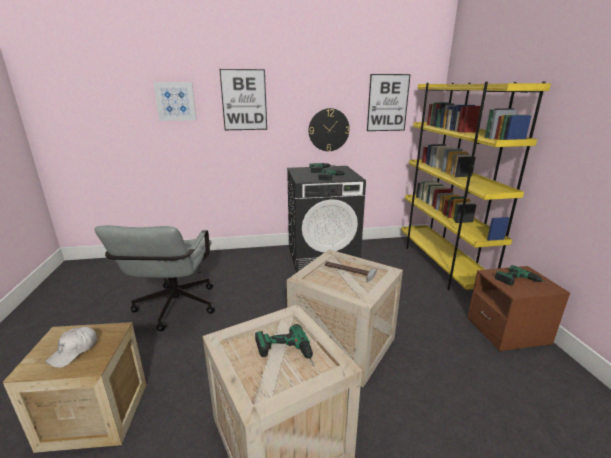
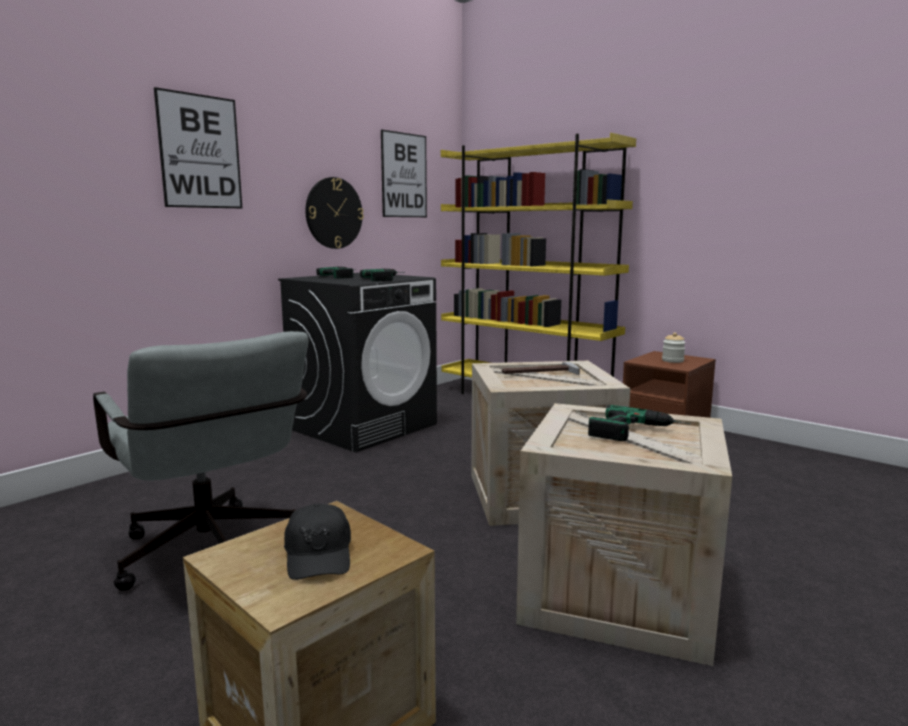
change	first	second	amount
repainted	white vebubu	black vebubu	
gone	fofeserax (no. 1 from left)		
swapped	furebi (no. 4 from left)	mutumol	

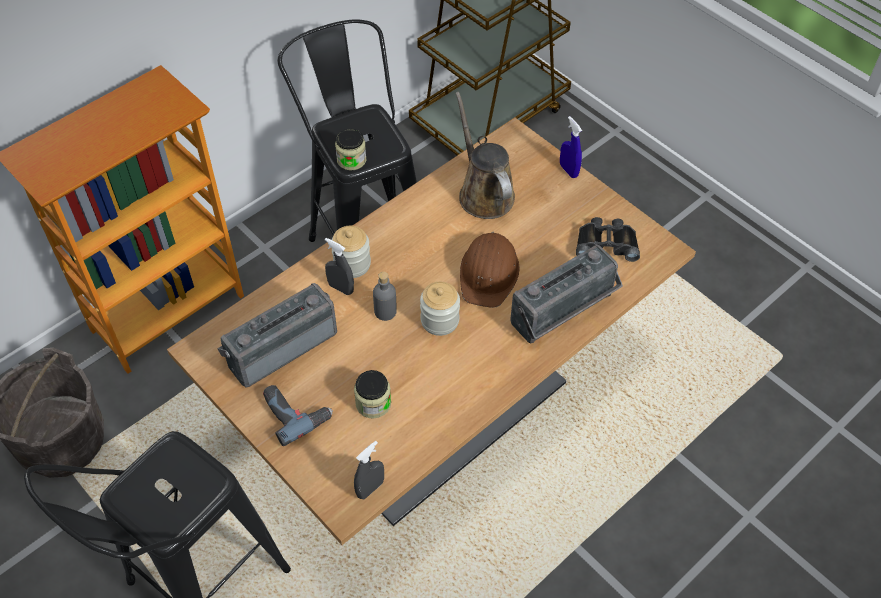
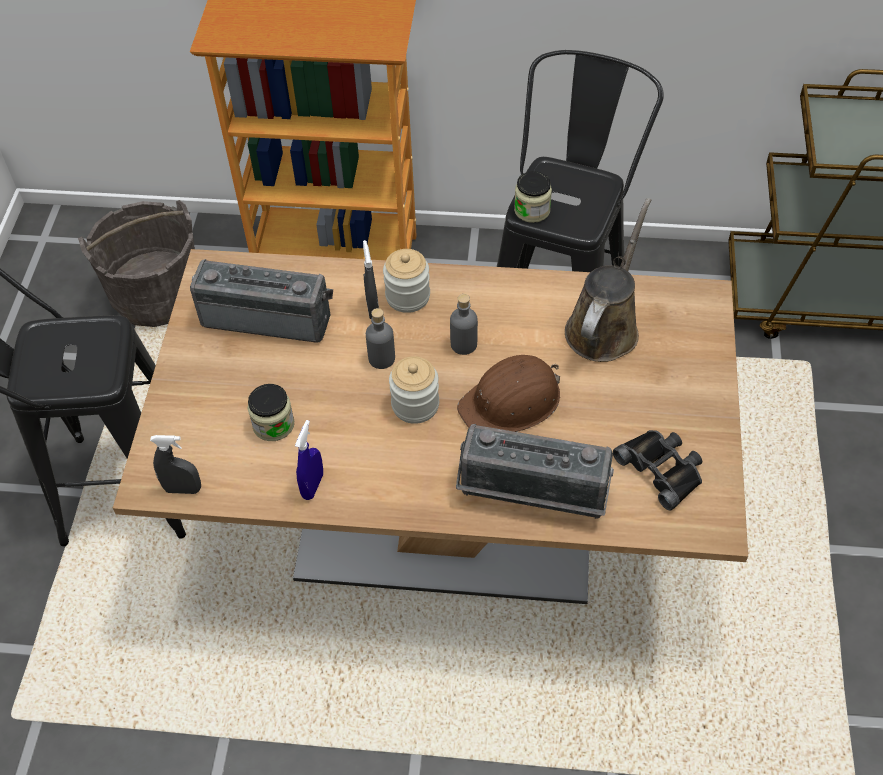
change	first	second	amount
gone	furebi		
shifted	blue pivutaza		
new		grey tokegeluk (no. 2 from left)	

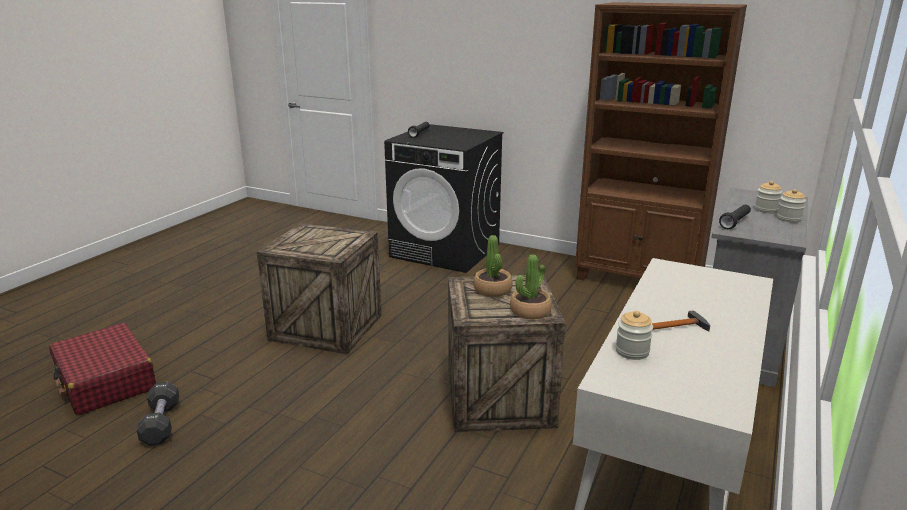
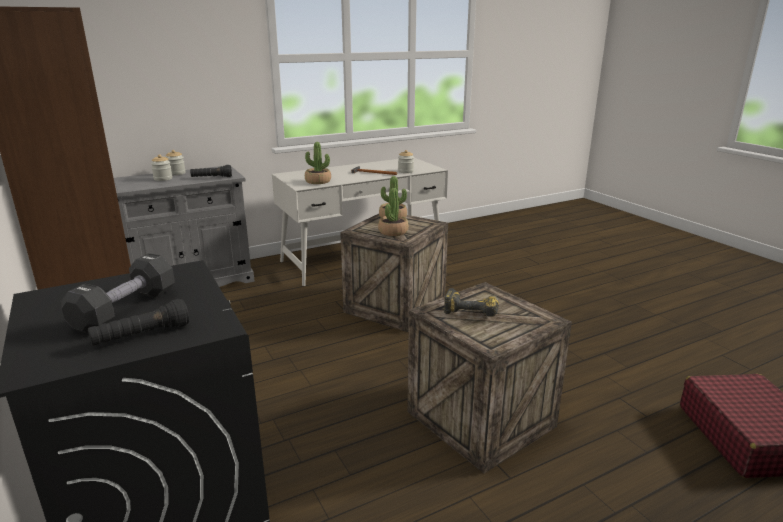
change	first	second	amount
shifted	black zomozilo		
new		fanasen (no. 1 from left)	
new		furebi	

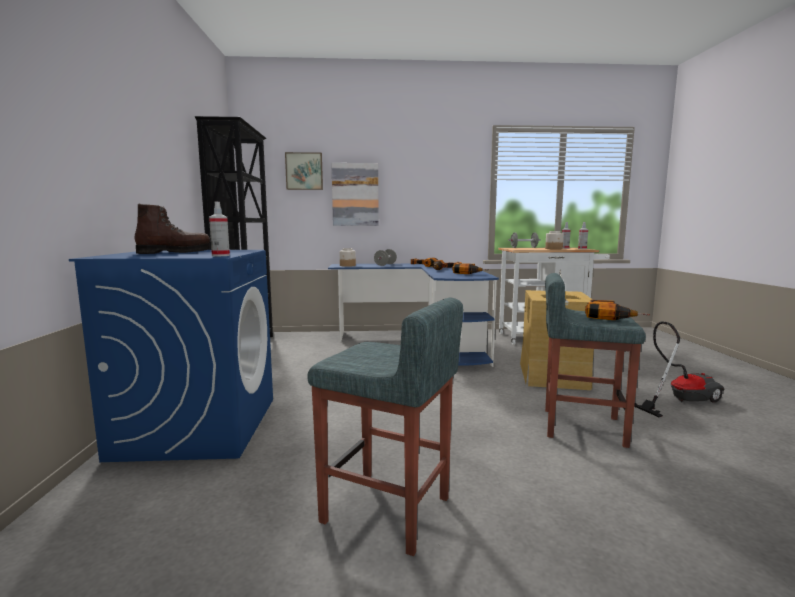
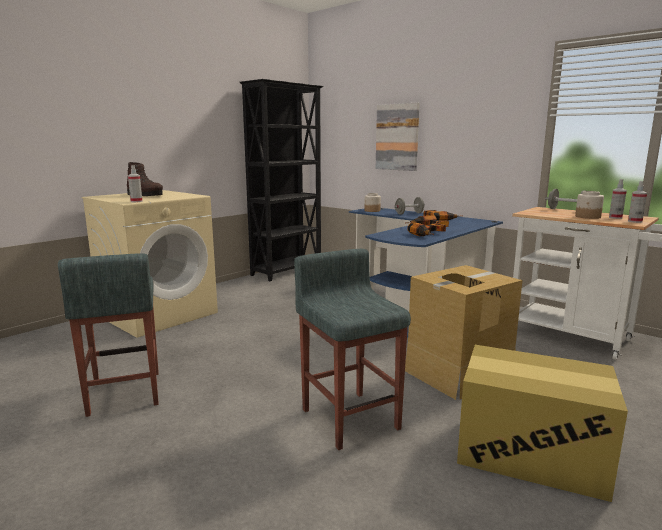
change	first	second	amount
repainted	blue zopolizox	beige zopolizox	
gone	fofeserax (no. 1 from left)		
gone	furebi (no. 4 from left)		
swapped	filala	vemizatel (no. 2 from left)	

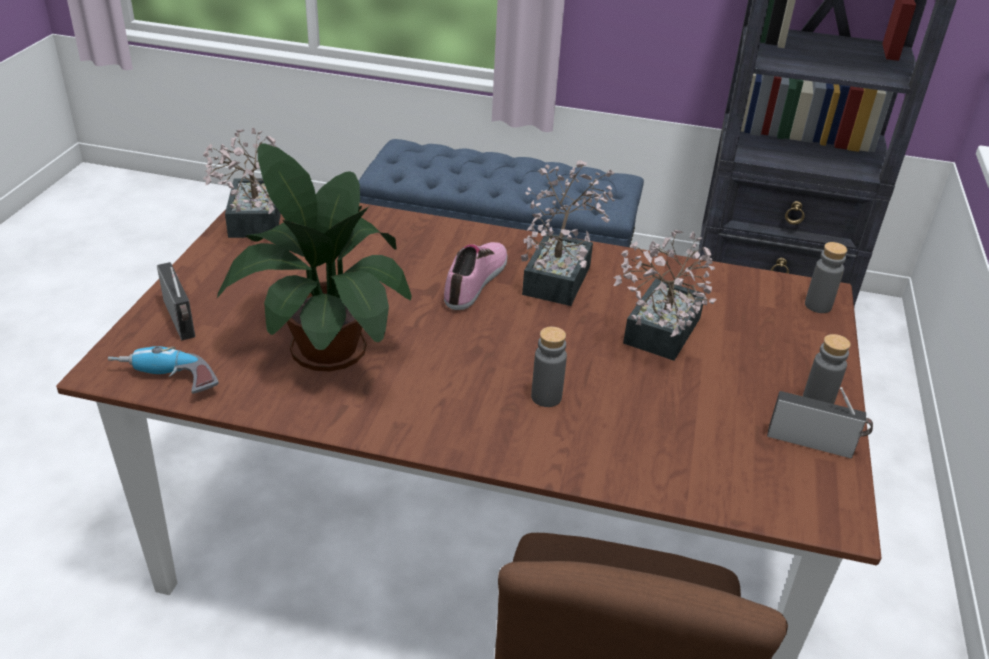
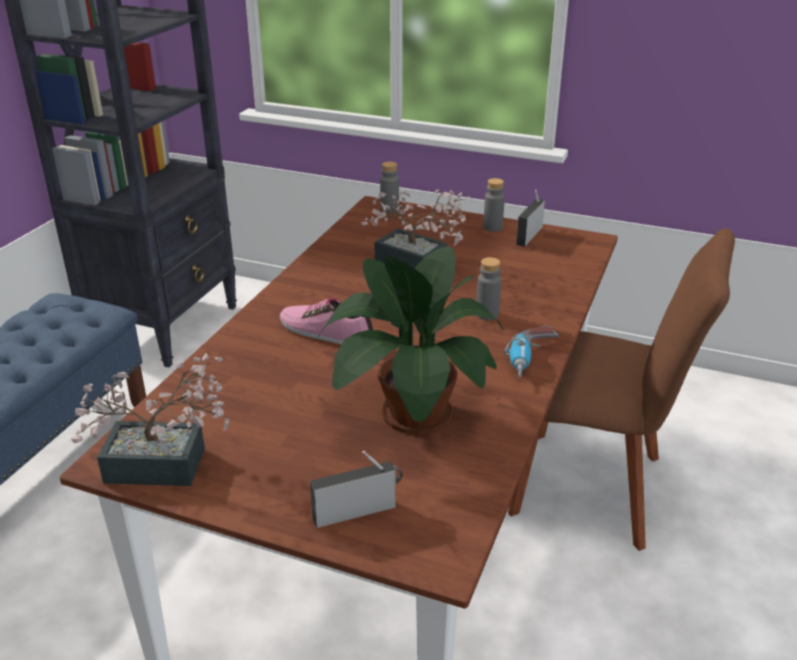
change	first	second	amount
shifted	furebi		
gone	fanasen (no. 3 from left)		

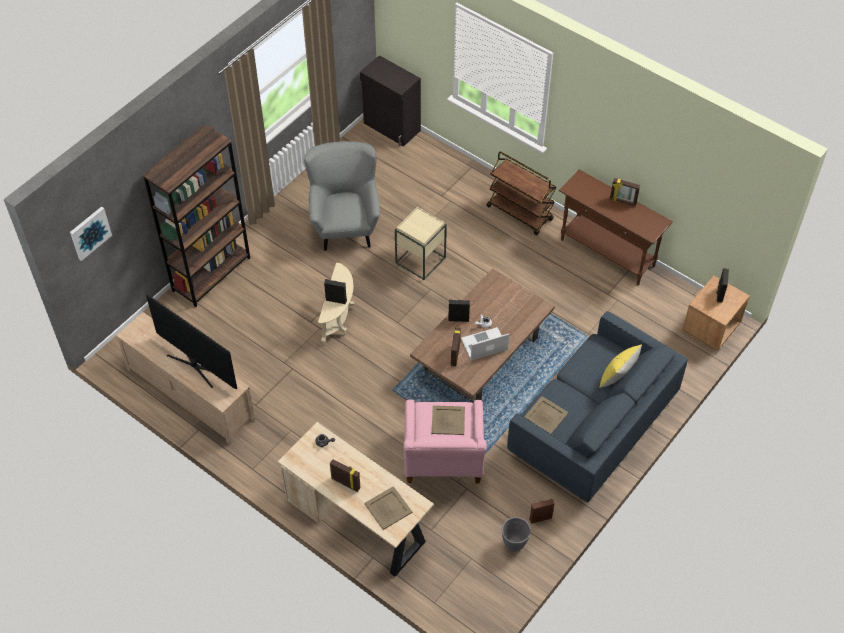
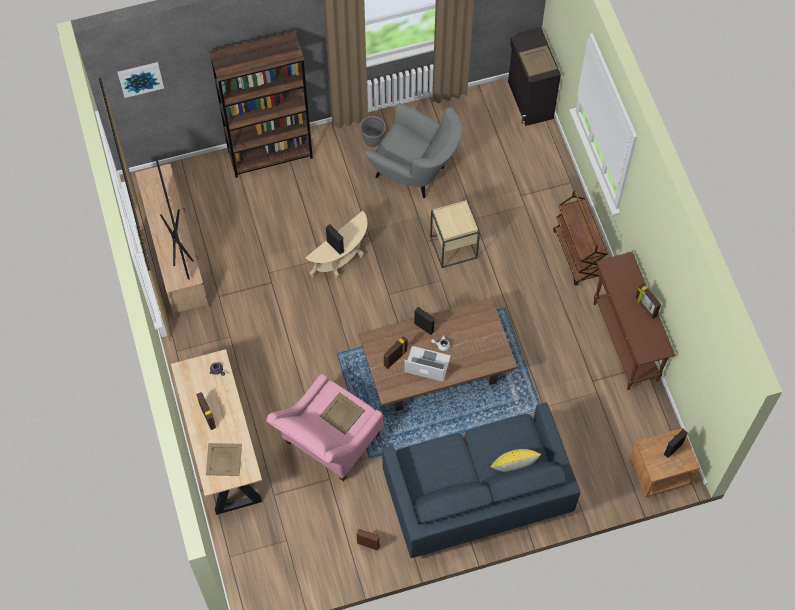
change	first	second	amount
rotated	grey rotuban		90 degrees clockwise
shifted	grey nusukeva		
shifted	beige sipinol (no. 3 from left)		

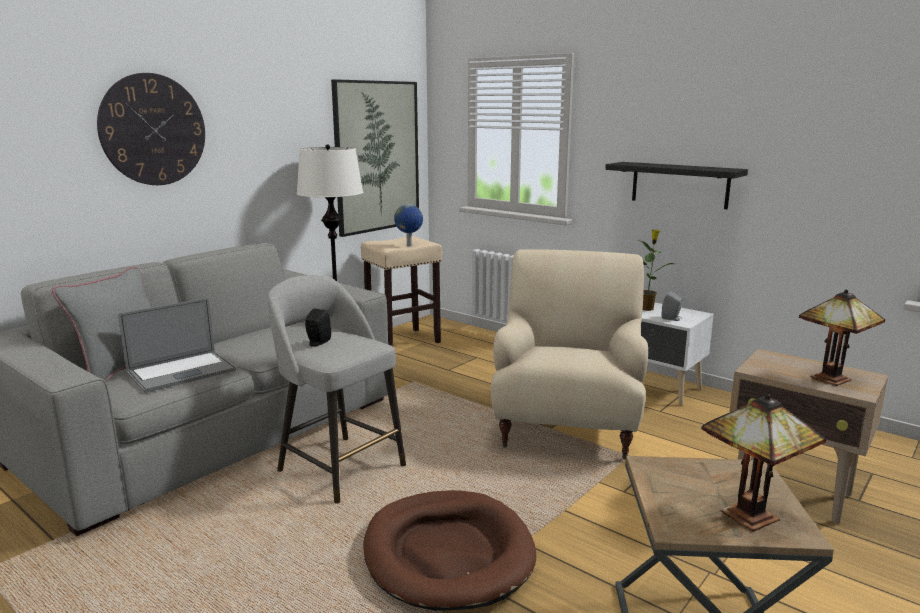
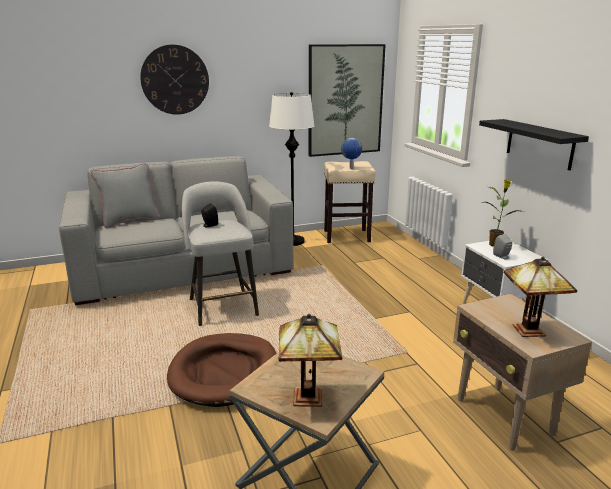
change	first	second	amount
gone	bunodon		
gone	beige rotuban		

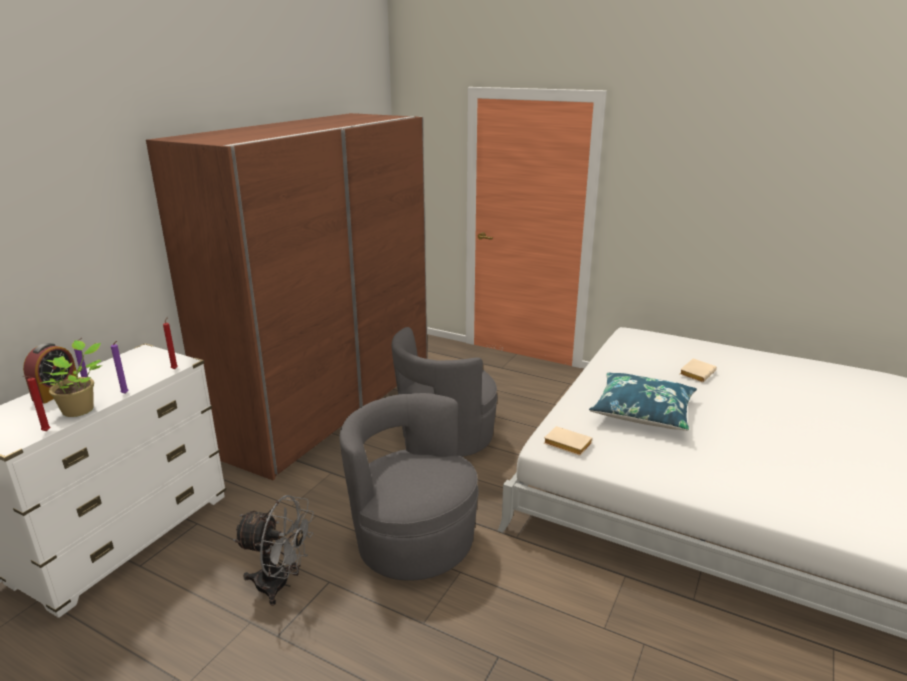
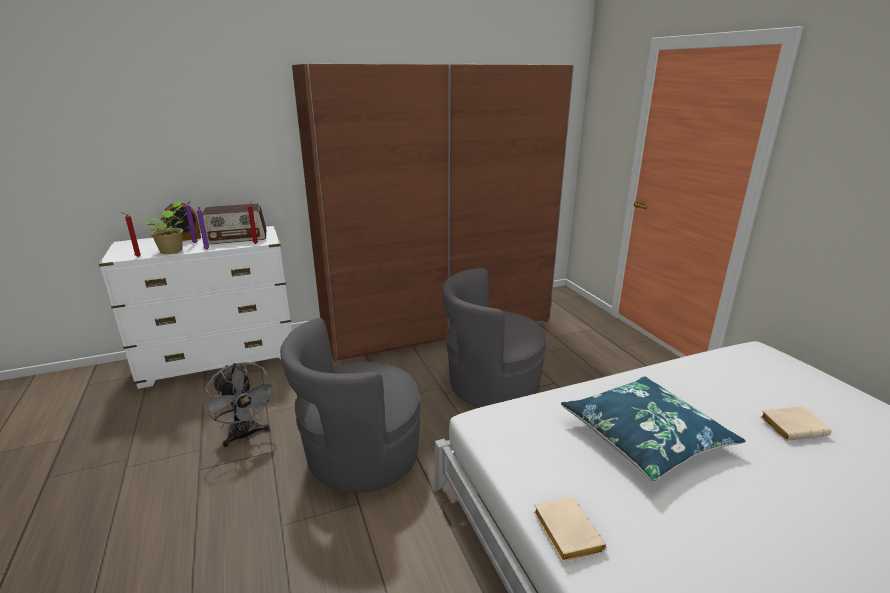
change	first	second	amount
rotated	grey rotuban (no. 1 from left)		120 degrees counterclockwise
shifted	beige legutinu (no. 1 from left)		
new		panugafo	

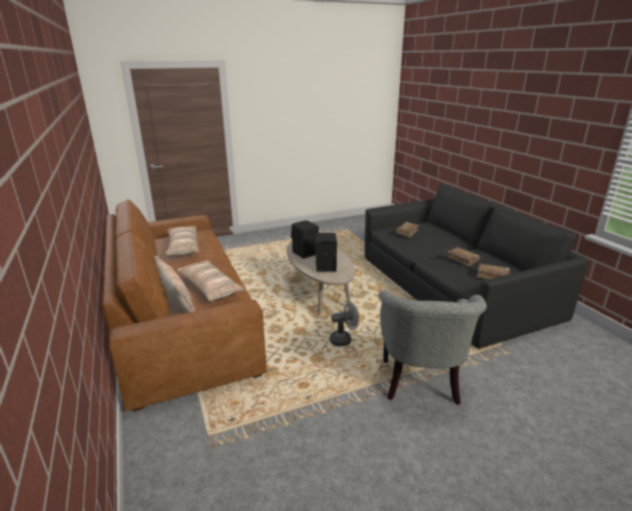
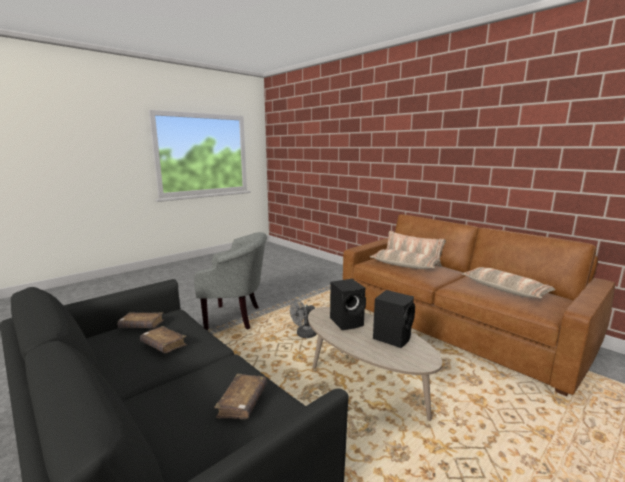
change	first	second	amount
rotated	grey rotuban		105 degrees clockwise

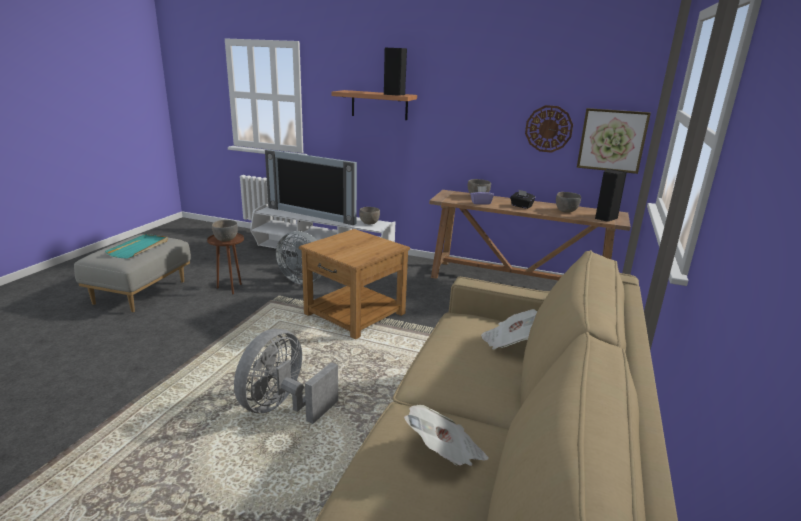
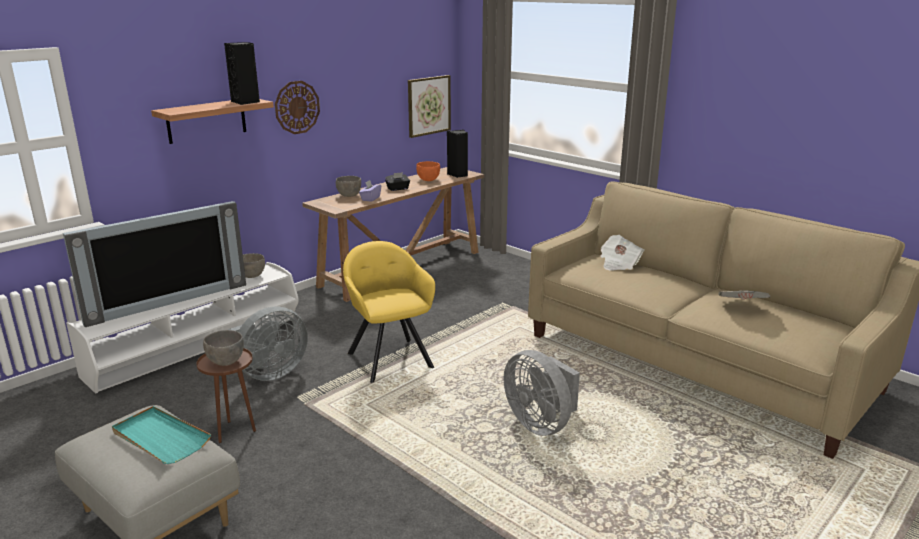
change	first	second	amount
swapped	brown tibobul (no. 2 from left)	yellow rotuban	
shifted	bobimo		
repainted	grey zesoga (no. 4 from left)	orange zesoga	

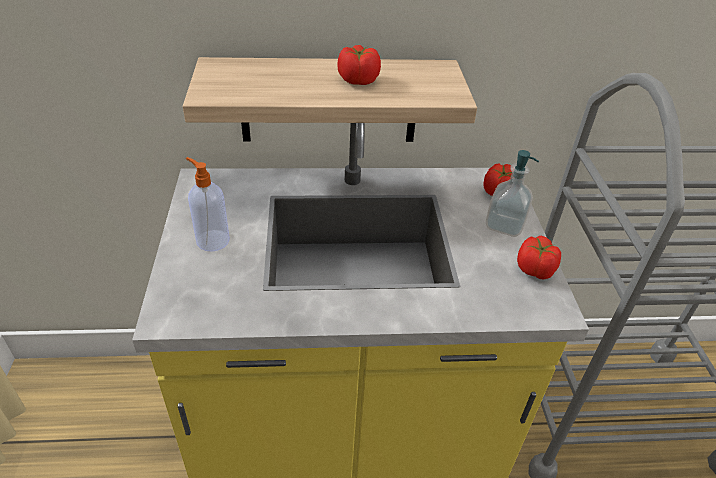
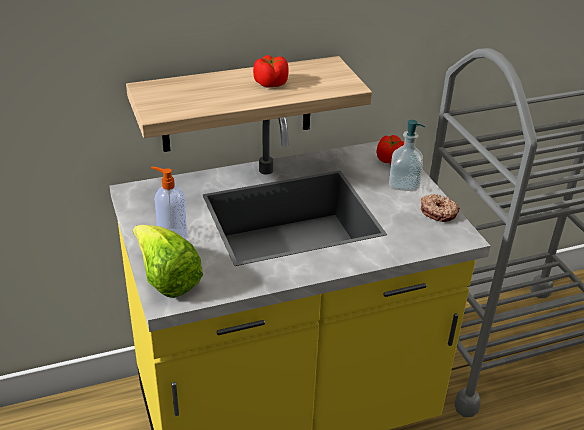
change	first	second	amount
swapped	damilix (no. 3 from left)	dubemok	
new		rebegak	

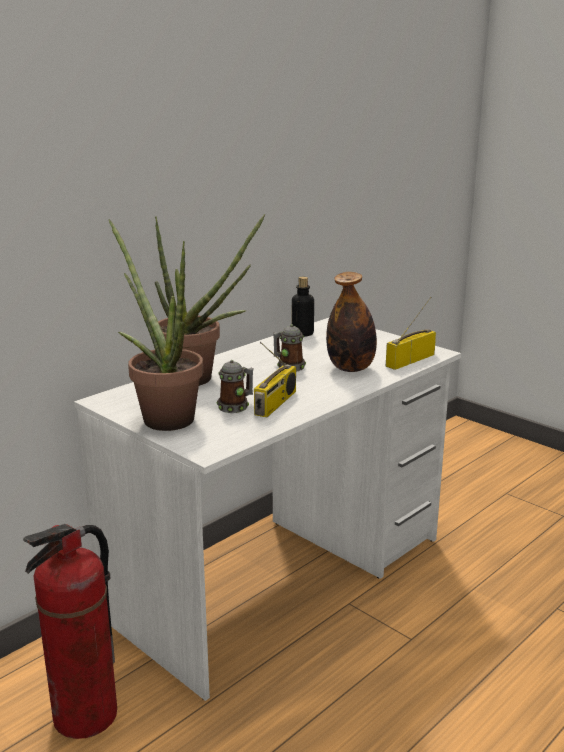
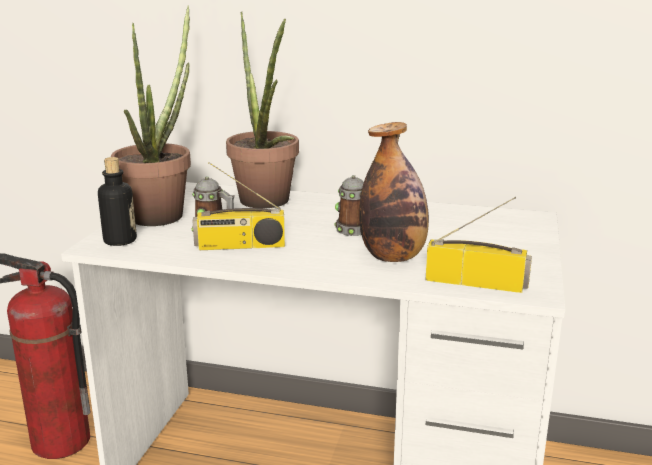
change	first	second	amount
shifted	tokegeluk (no. 1 from left)		

